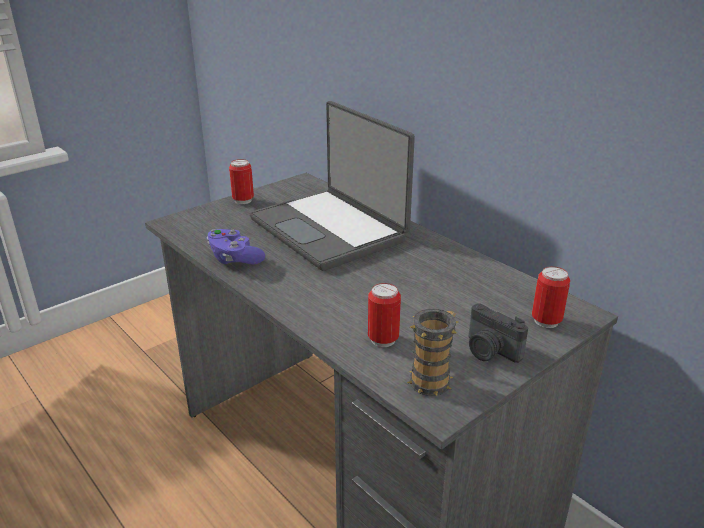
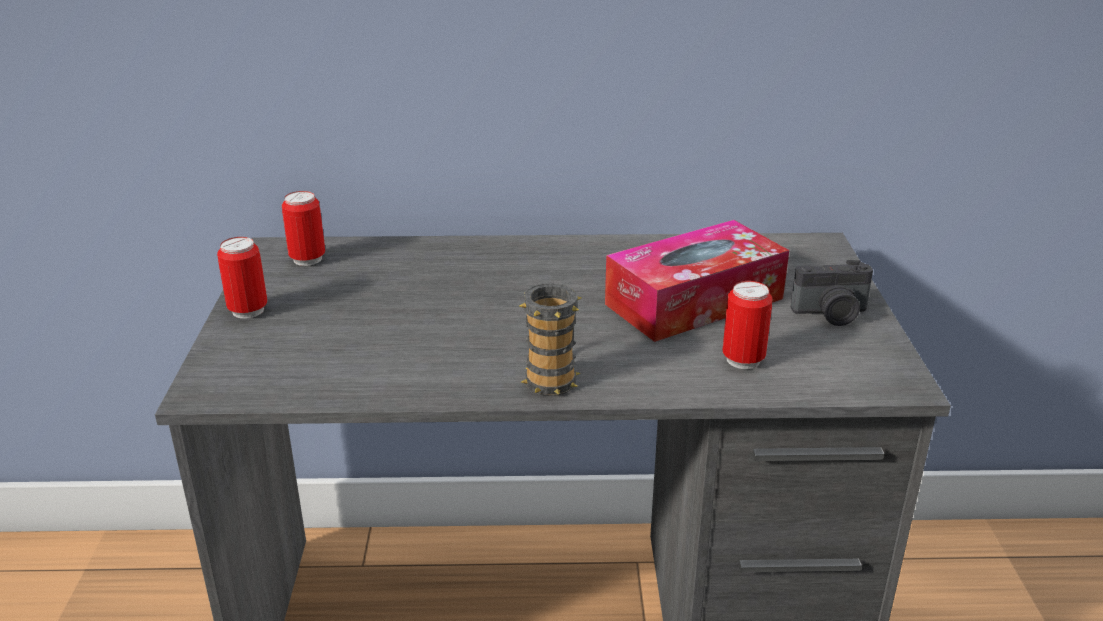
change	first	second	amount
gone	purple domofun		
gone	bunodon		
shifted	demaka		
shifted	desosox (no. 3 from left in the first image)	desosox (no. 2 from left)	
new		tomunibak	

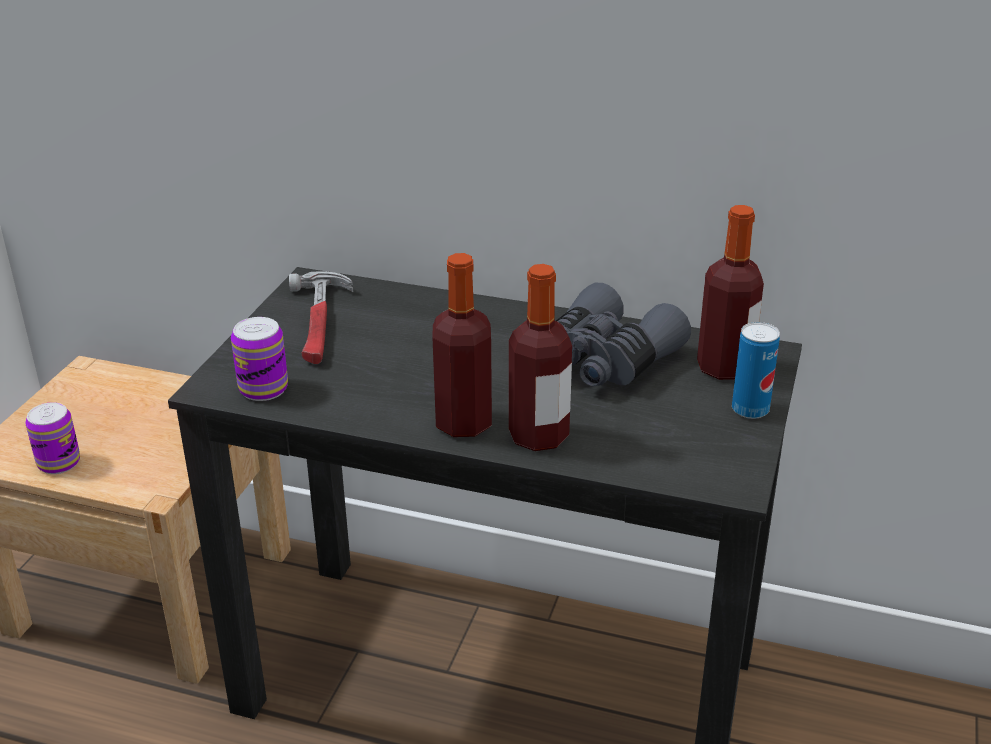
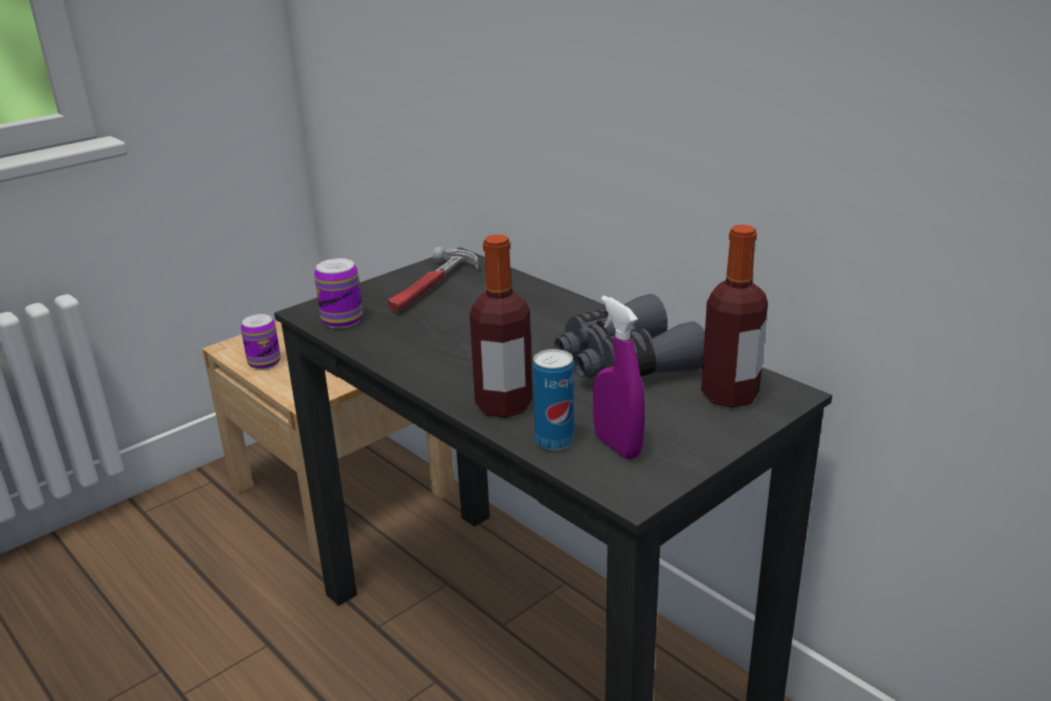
change	first	second	amount
gone	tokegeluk (no. 1 from left)		
shifted	desosox (no. 3 from left)		
new		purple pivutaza	

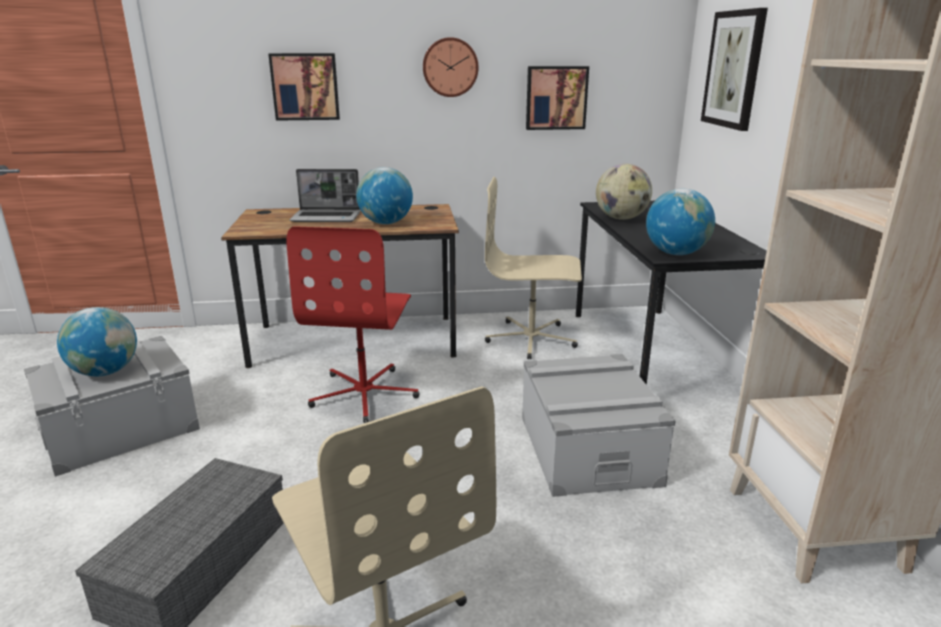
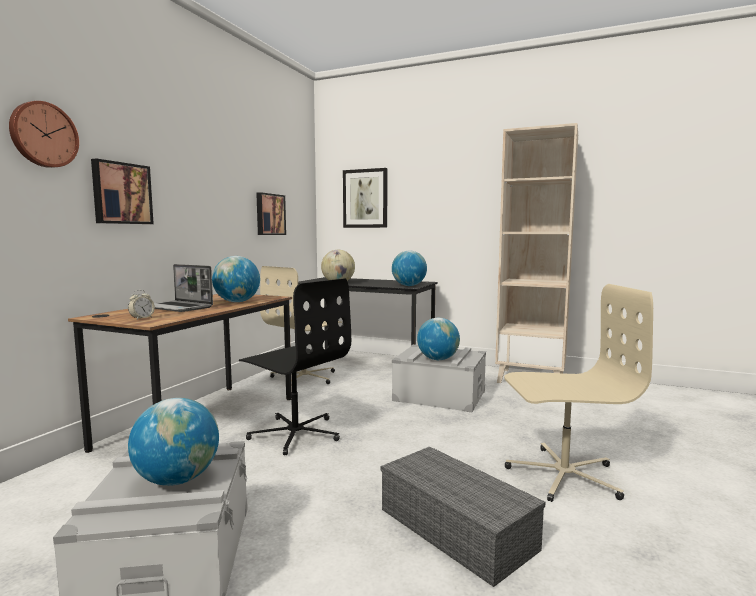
change	first	second	amount
repainted	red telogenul	black telogenul	
rotated	bunodon		90 degrees clockwise
shifted	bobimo		
new		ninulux	
new		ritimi (no. 5 from left)	

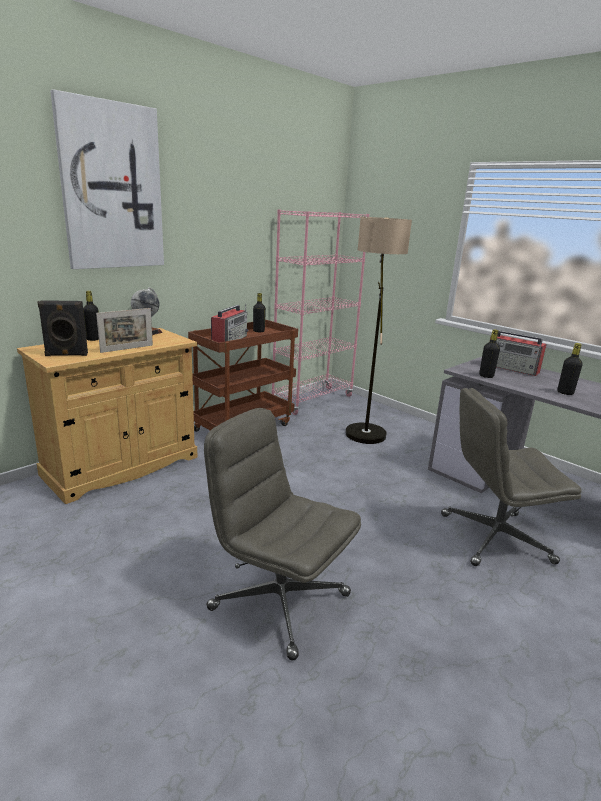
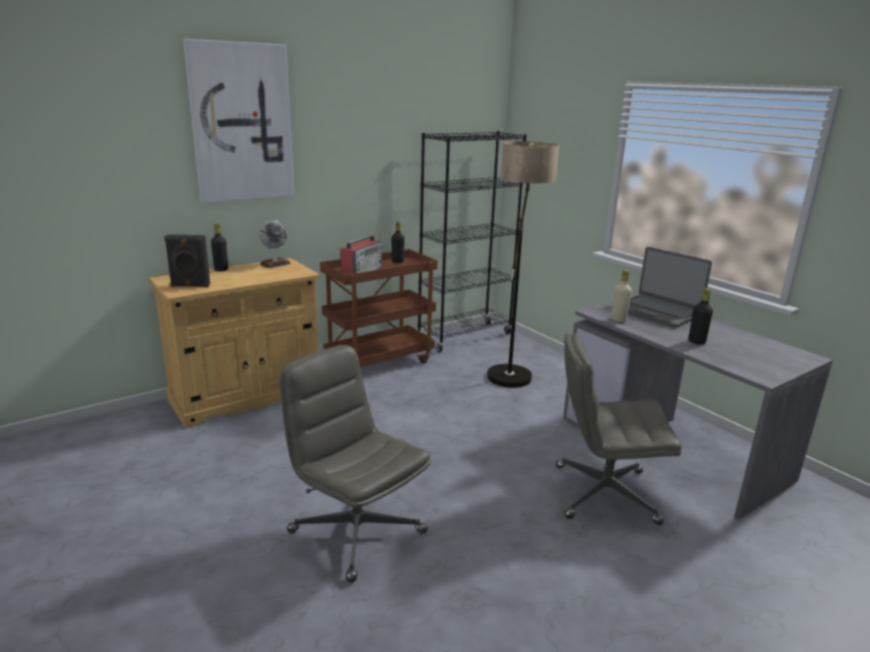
change	first	second	amount
gone	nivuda		
repainted	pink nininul	black nininul	
repainted	black tokegeluk (no. 3 from left)	beige tokegeluk	
swapped	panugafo (no. 2 from left)	bunodon	

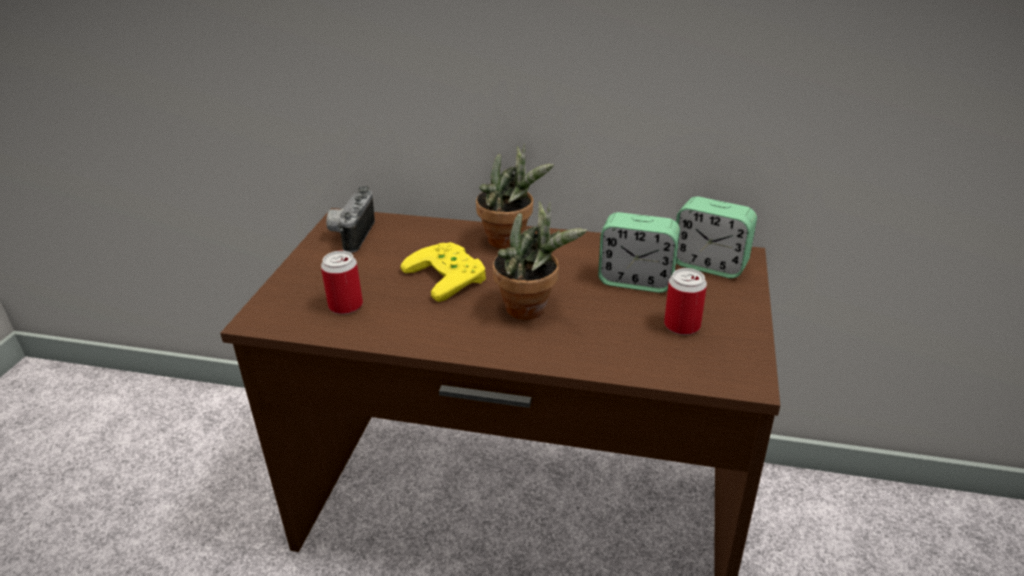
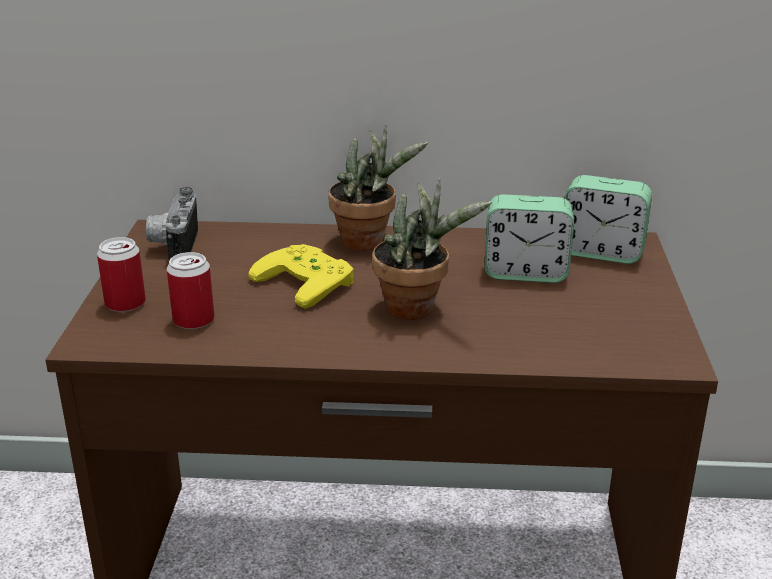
change	first	second	amount
shifted	desosox (no. 2 from left in the first image)	desosox (no. 1 from left)	

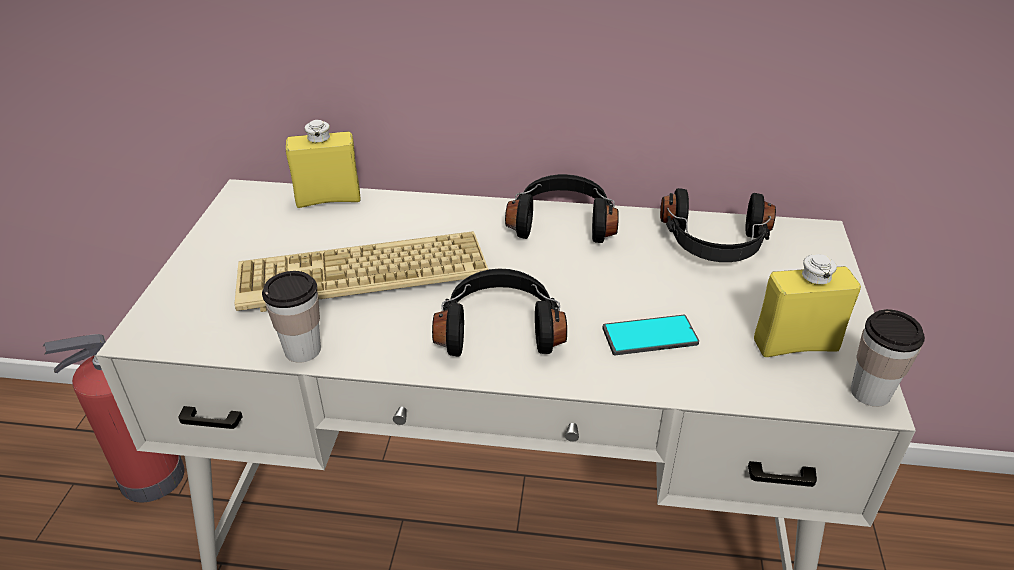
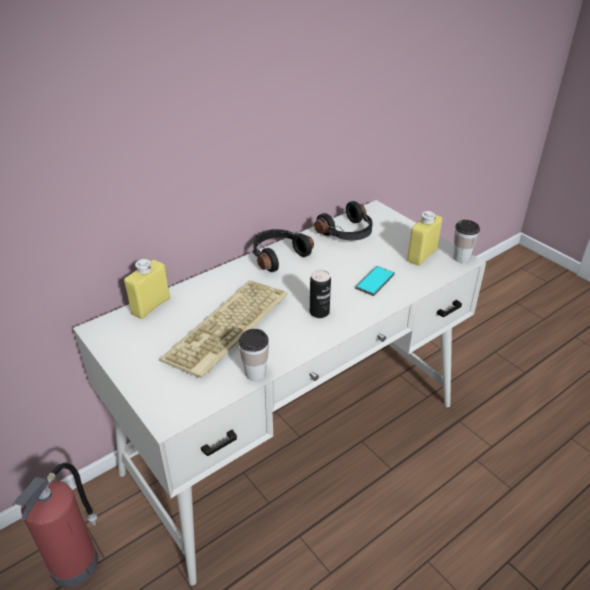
change	first	second	amount
swapped	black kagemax (no. 1 from left)	desosox	

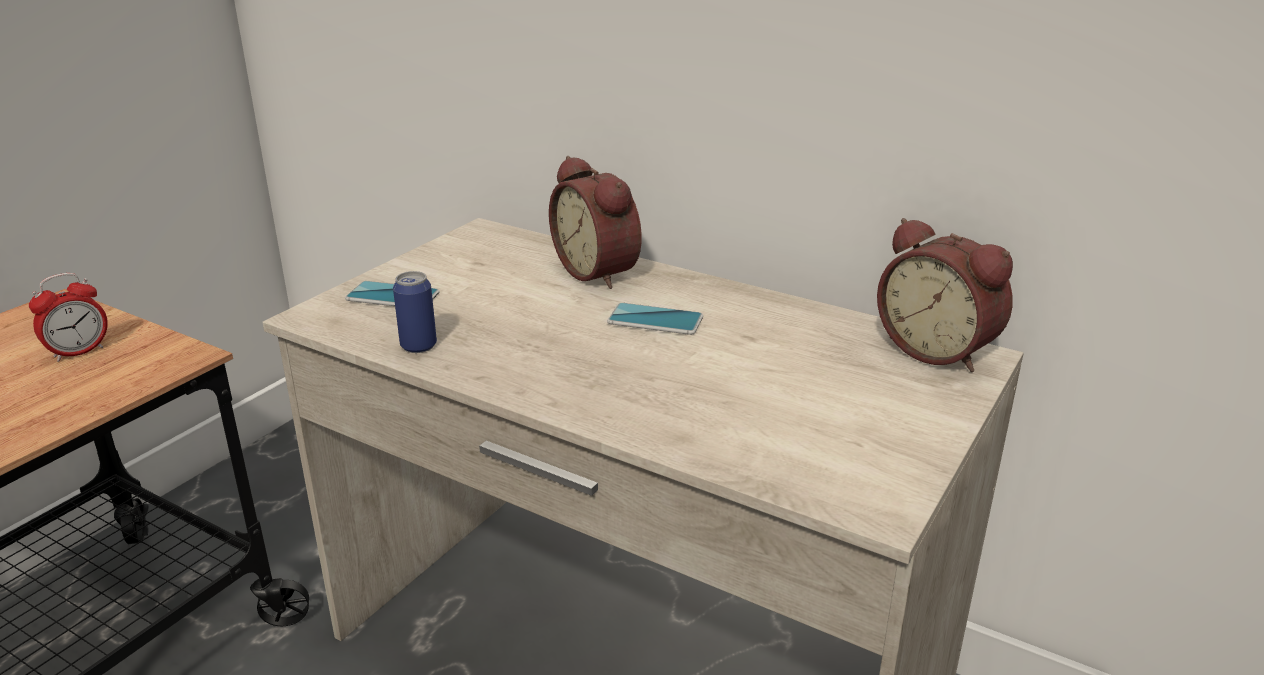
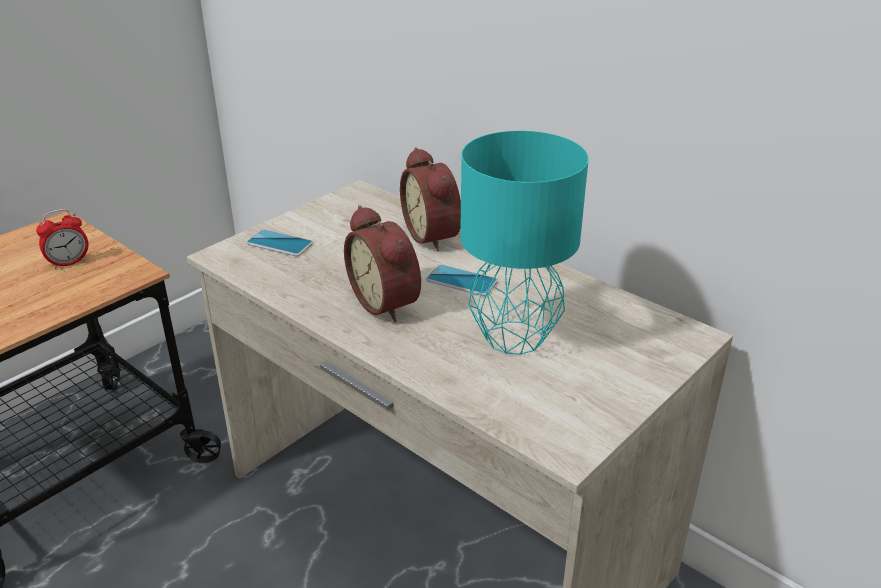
change	first	second	amount
gone	desosox		
shifted	ninulux (no. 3 from left in the first image)	ninulux (no. 2 from left)	
new		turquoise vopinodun	

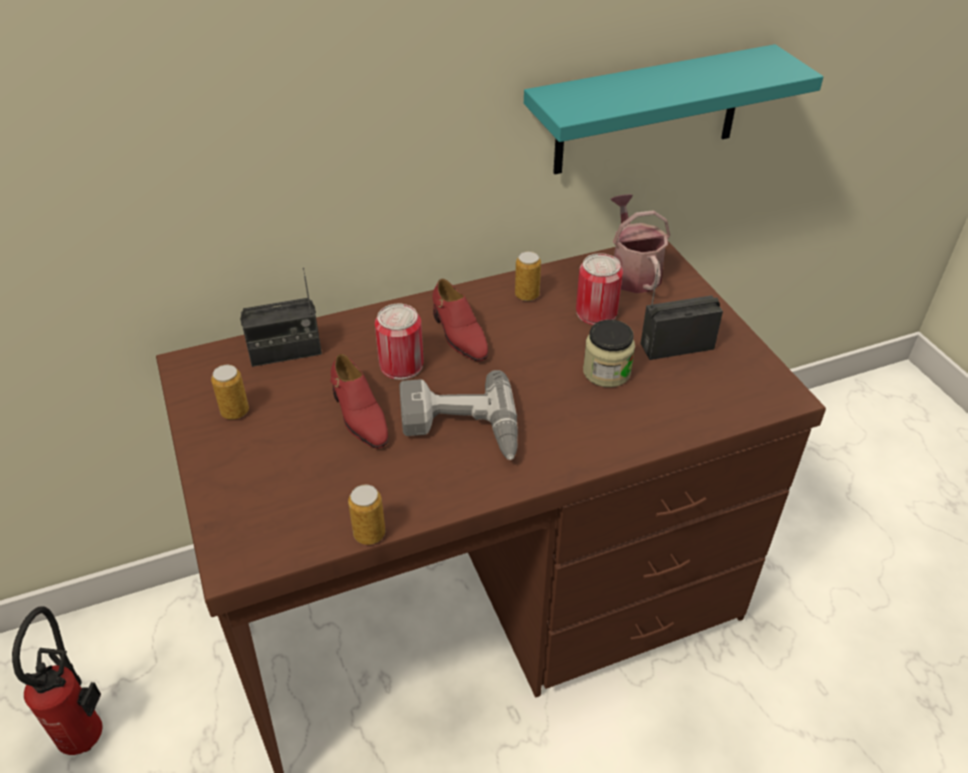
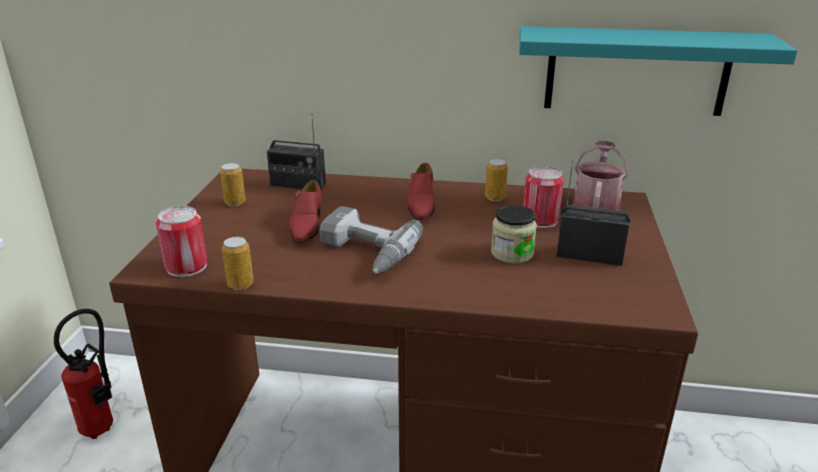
change	first	second	amount
shifted	desosox (no. 3 from left in the first image)	desosox (no. 1 from left)	

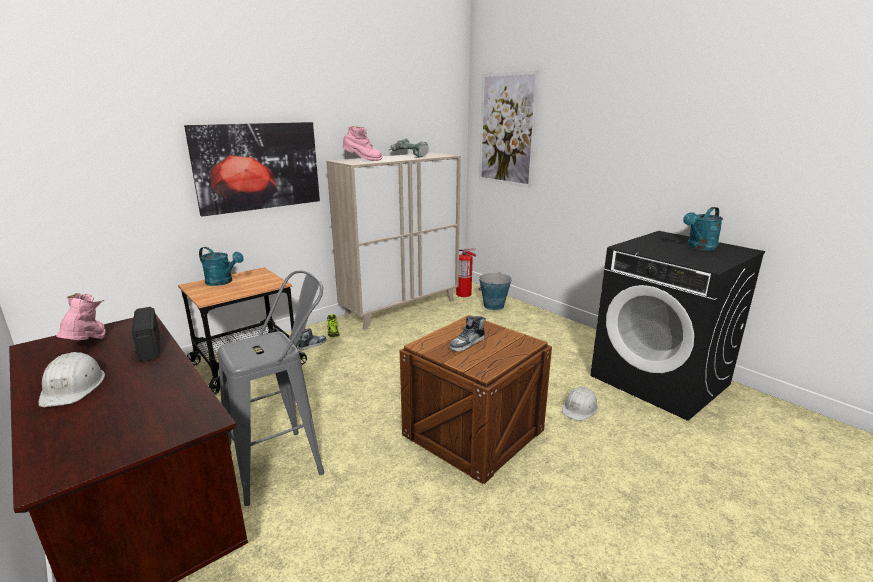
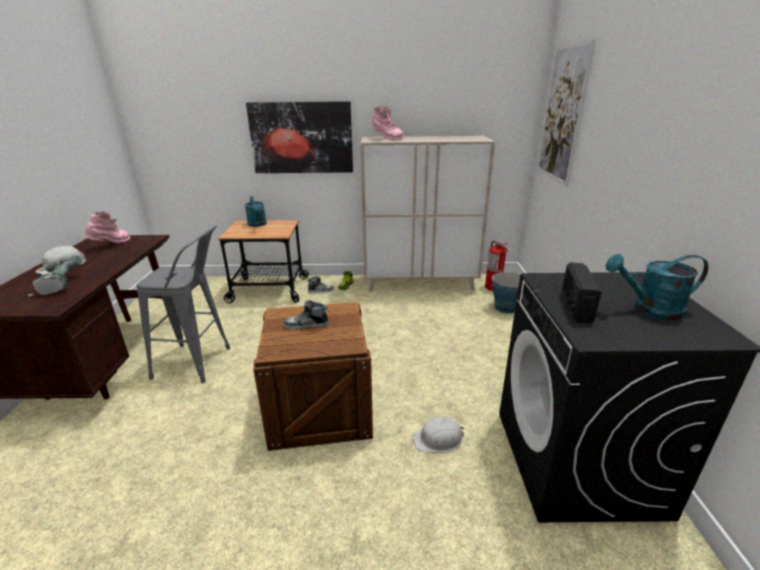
change	first	second	amount
shifted	panugafo		
shifted	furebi		

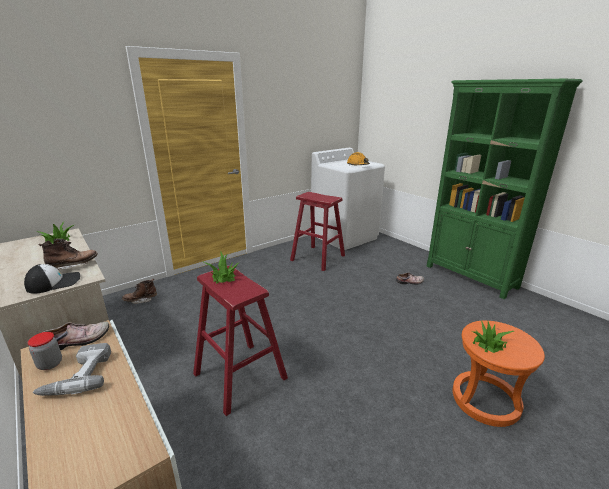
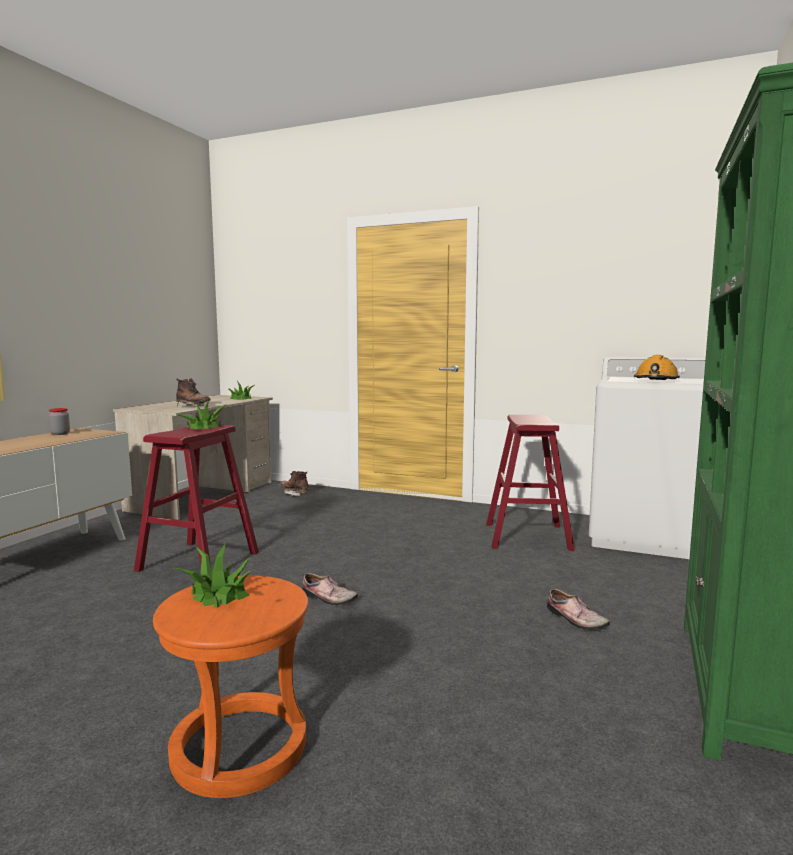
change	first	second	amount
gone	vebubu		
gone	furebi		
shifted	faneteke (no. 1 from left)		

